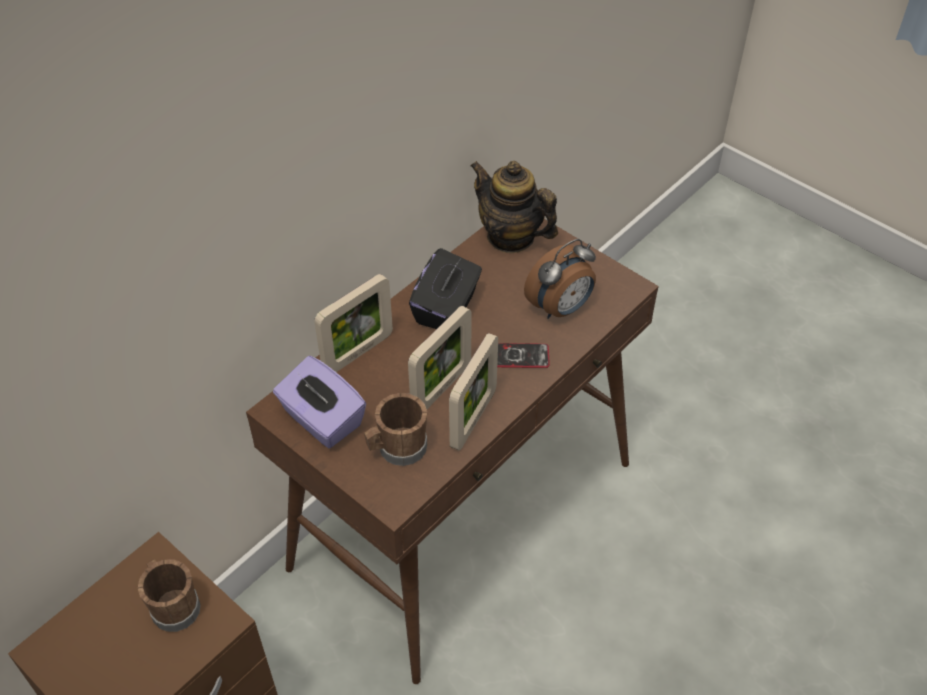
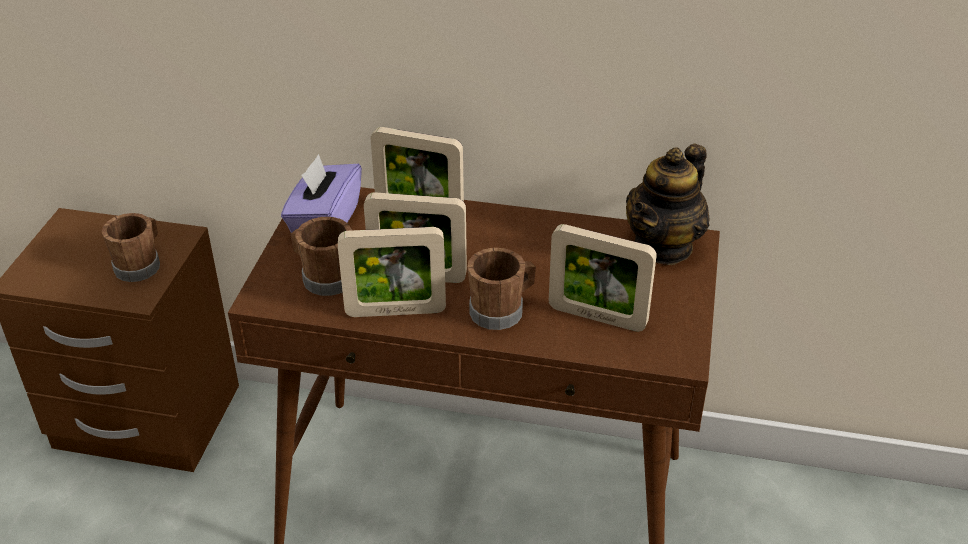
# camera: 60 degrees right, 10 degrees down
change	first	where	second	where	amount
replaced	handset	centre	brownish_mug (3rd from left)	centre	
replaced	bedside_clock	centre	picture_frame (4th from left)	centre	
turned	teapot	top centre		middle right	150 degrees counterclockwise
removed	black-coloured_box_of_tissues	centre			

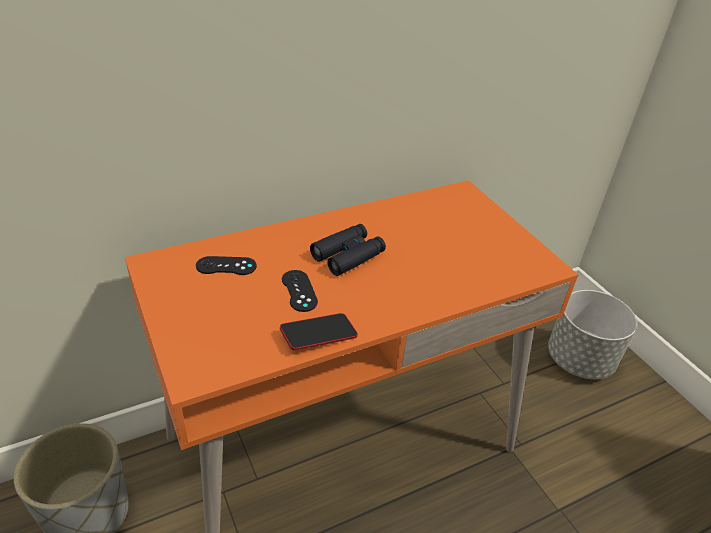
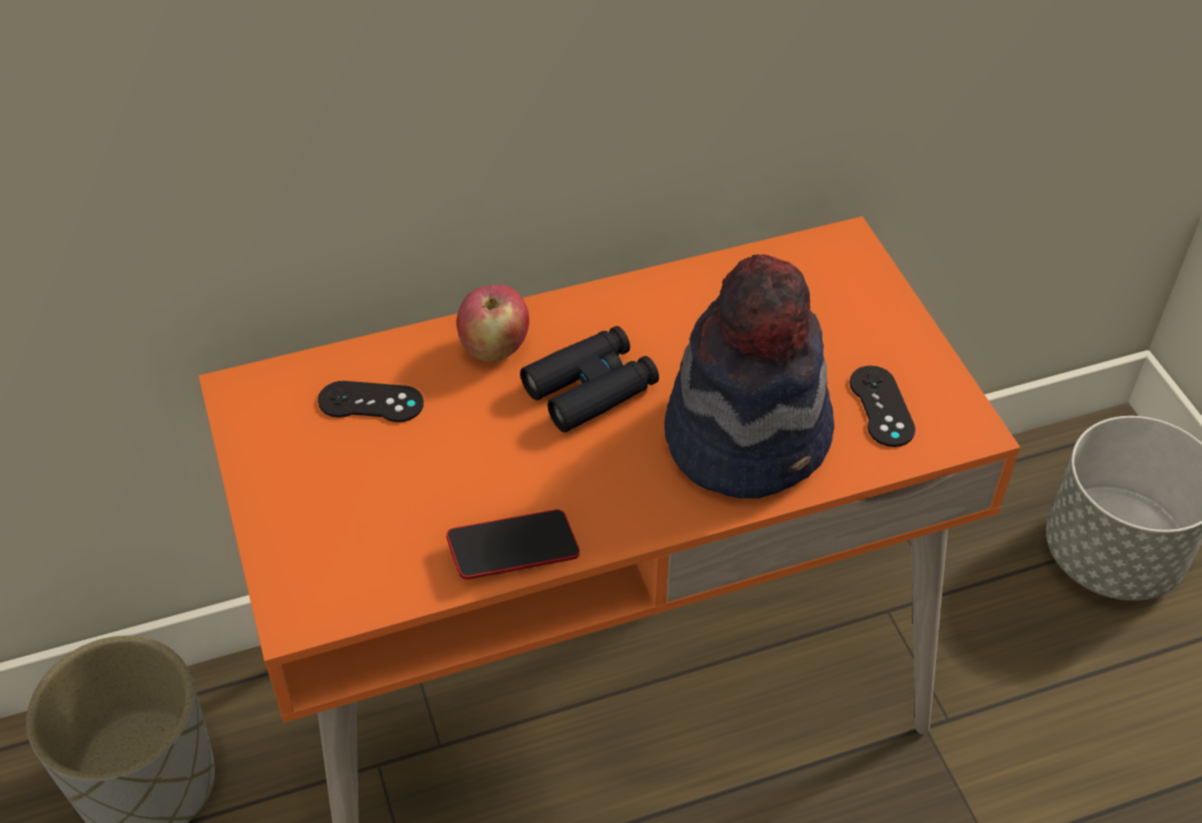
# camera: 10 degrees right, 10 degrees up
change	first	where	second	where	amount
added			apple_fruit	centre	
added			clothing_hat	centre	
moved	black-coloured_gamepad (2nd from left)	centre		middle right	

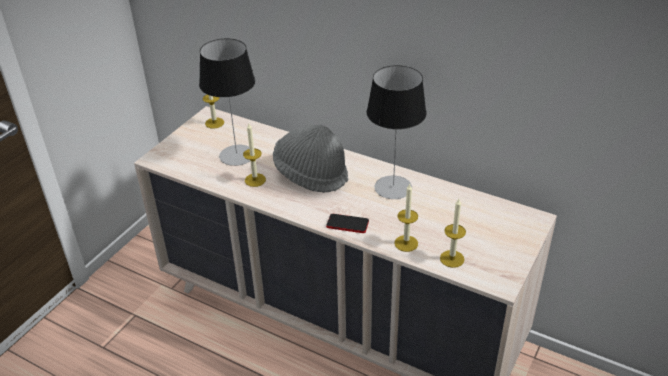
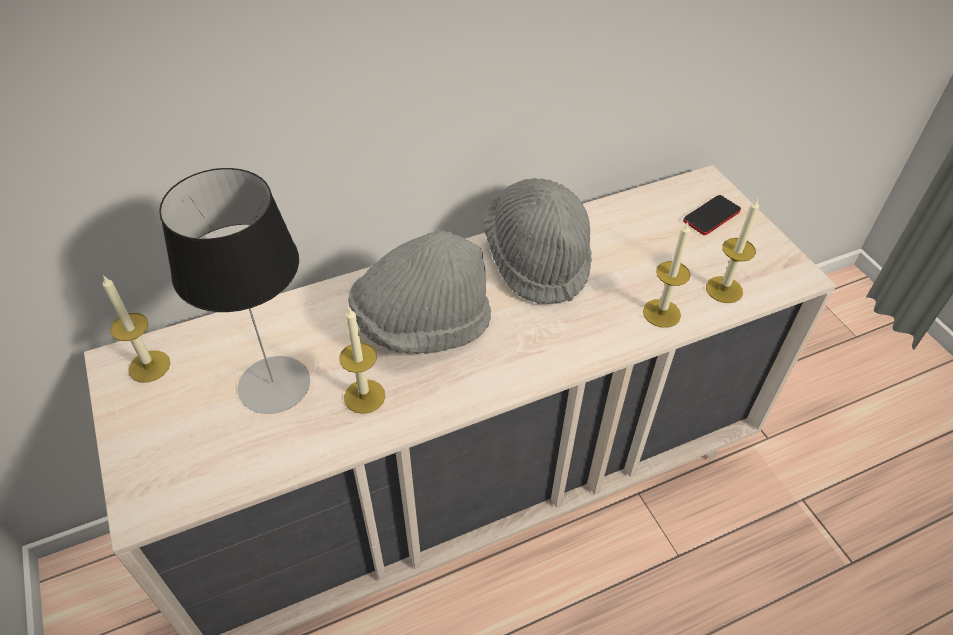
# camera: 55 degrees left, 10 degrees up
change	first	where	second	where	amount
replaced	tabletop_lamp (2nd from left)	centre	gray_clothing_hat (2nd from left)	centre	
moved	handset	centre		middle right	

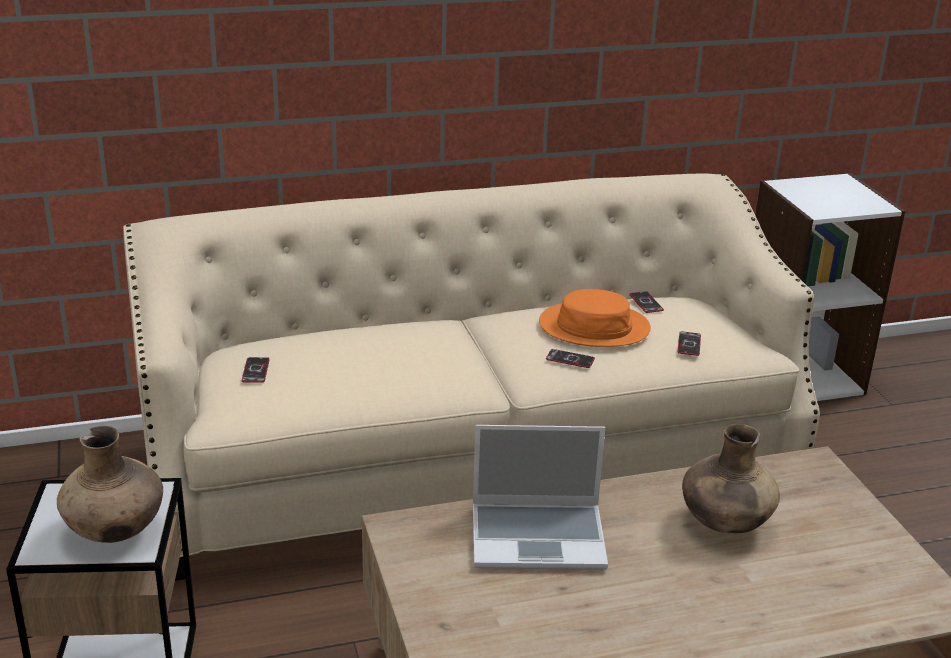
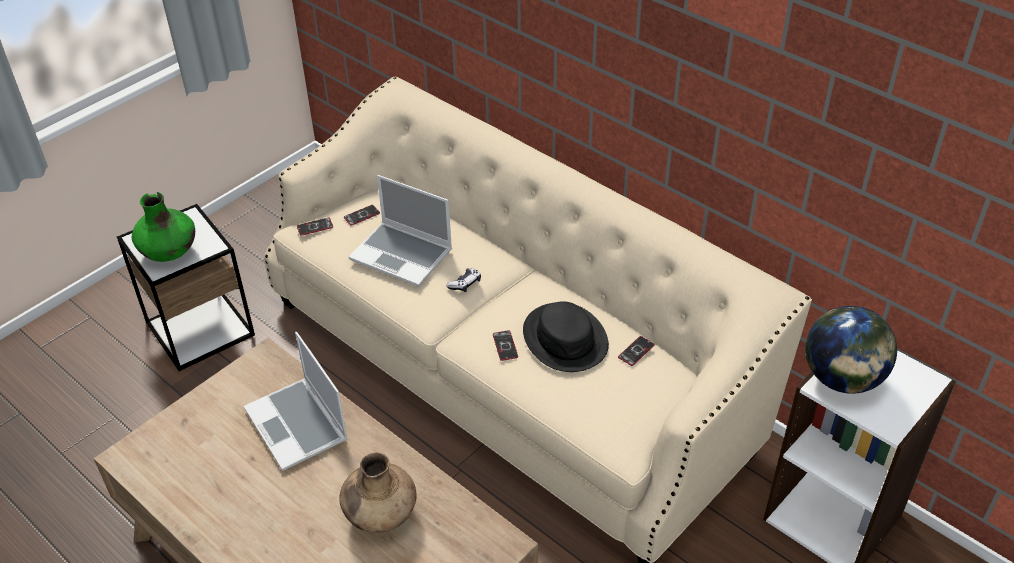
# camera: 60 degrees right, 15 degrees up
change	first	where	second	where	amount
recoloured	brownish_decorative_vase (1st from left)	bottom left	green_decorative_vase	middle left	
moved	handset (4th from left in the first image)	middle right	handset (1st from left)	middle left	
added			notebook_computer (2nd from left)	centre	
added			gamepad	centre	
recoloured	orangey_clothing_hat	centre	black-coloured_clothing_hat	centre	
added			desk_globe	middle right	

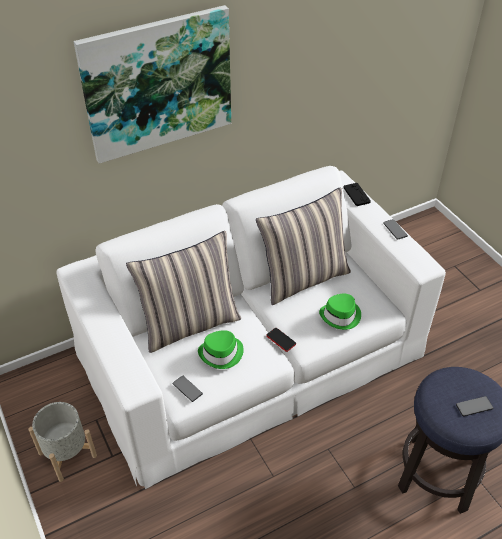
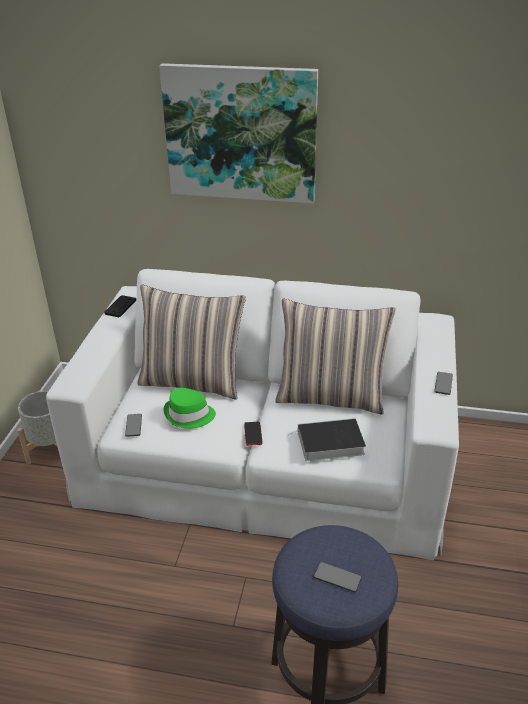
# camera: 40 degrees right, 10 degrees down
change	first	where	second	where	amount
moved	black-coloured_gamepad	middle right		middle left	
replaced	green_clothing_hat (2nd from left)	middle right	volume	centre	

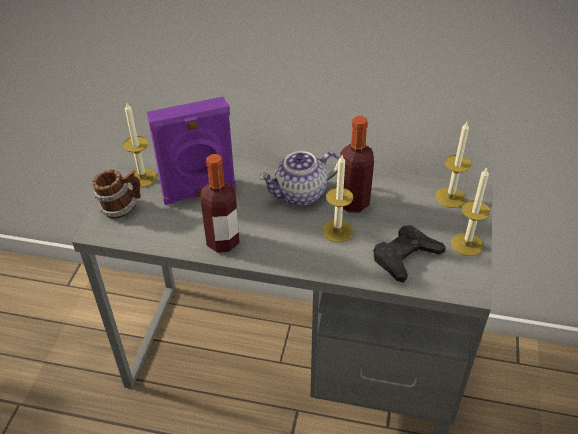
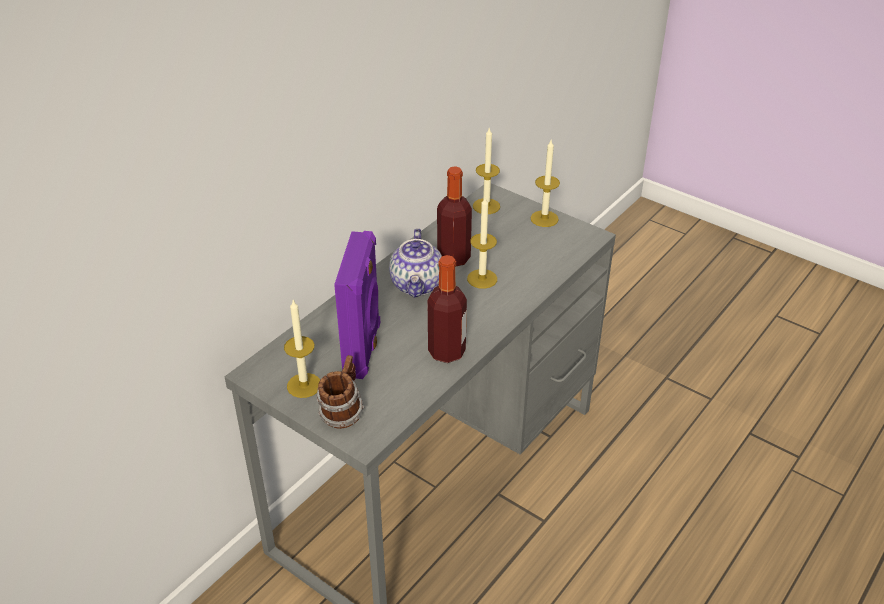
# camera: 65 degrees left, 5 degrees down
change	first	where	second	where	amount
removed	black-coloured_gamepad	middle right			

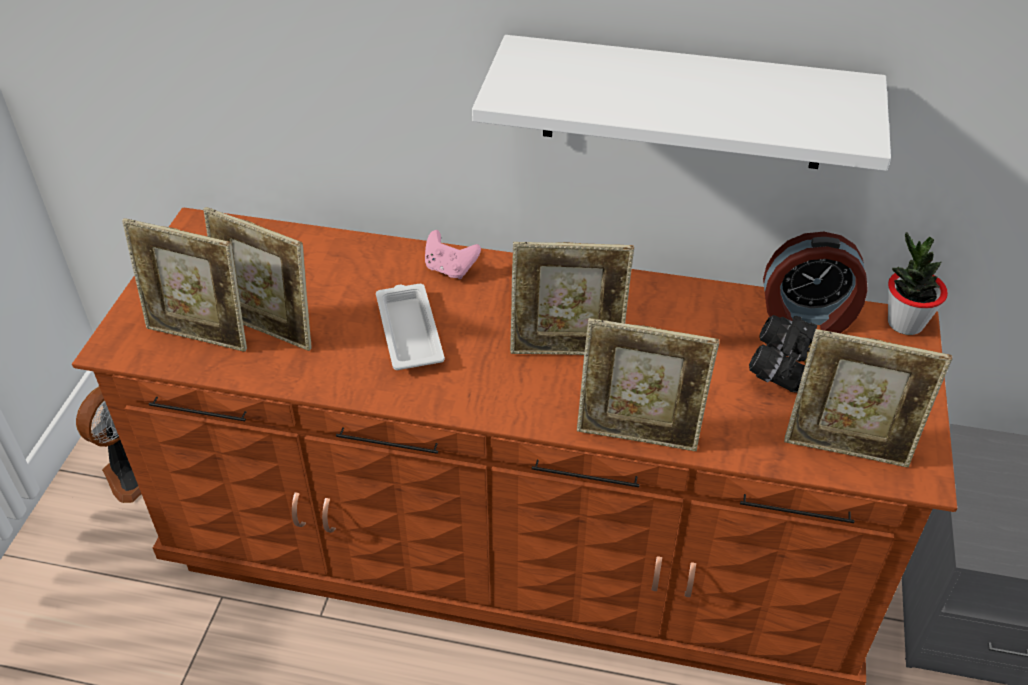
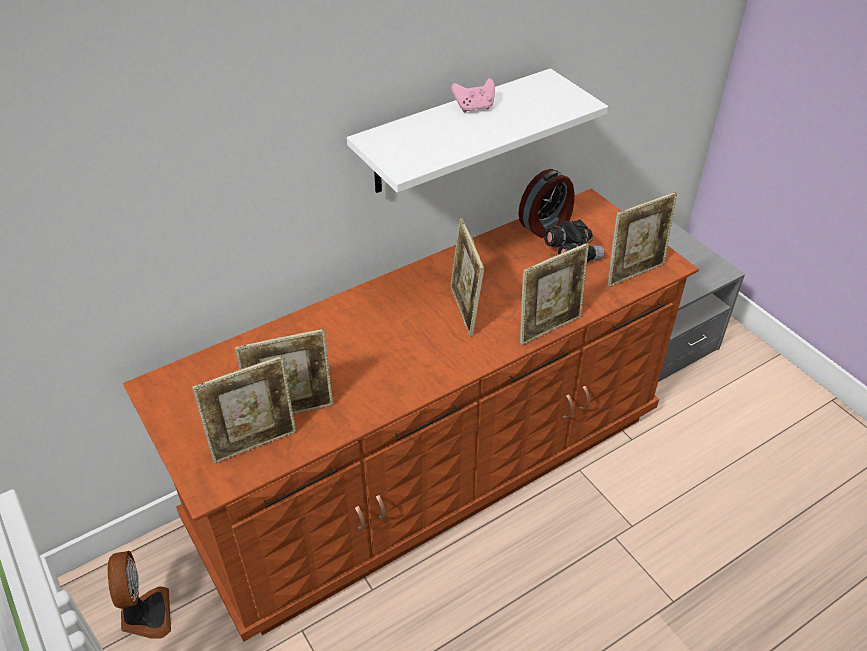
# camera: 45 degrees left, 0 degrees up
change	first	where	second	where	amount
turned	picture_frame (3rd from left)	centre		centre	120 degrees clockwise
moved	pink_gamepad	centre		top centre	
removed	white-coloured_serving_tray	centre			
removed	houseplant	middle right			

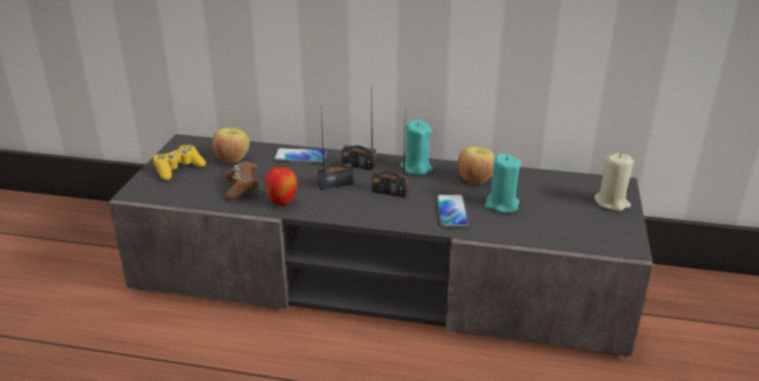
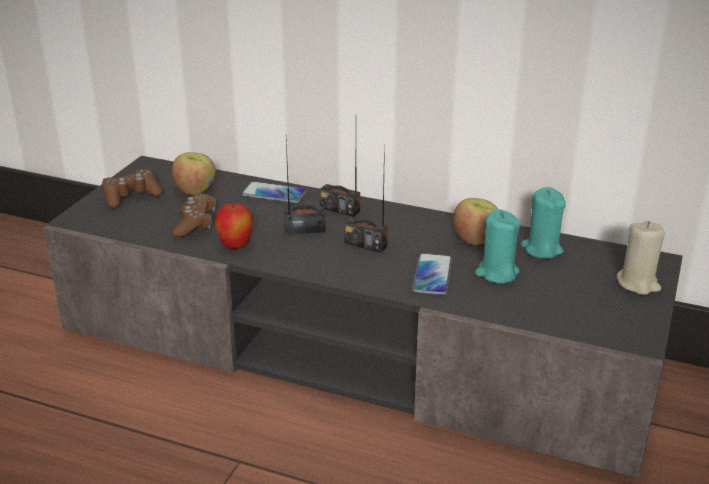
# camera: 10 degrees right, 0 degrees up
change	first	where	second	where	amount
recoloured	yellowish_gamepad	middle left	brownish_gamepad (1st from left)	middle left	
moved	blue-green_wax_candle (1st from left in the first image)	centre	blue-green_wax_candle (2nd from left)	middle right	

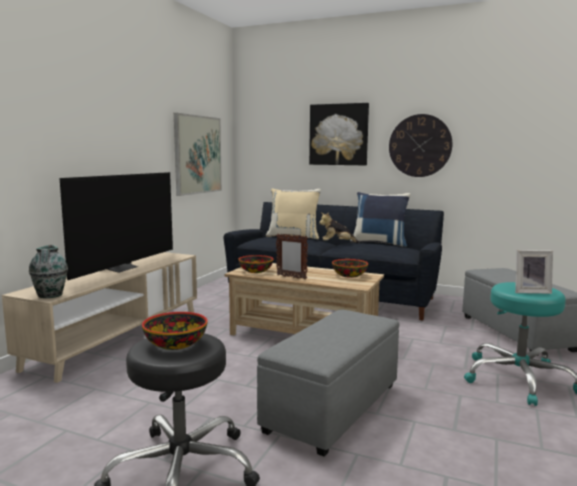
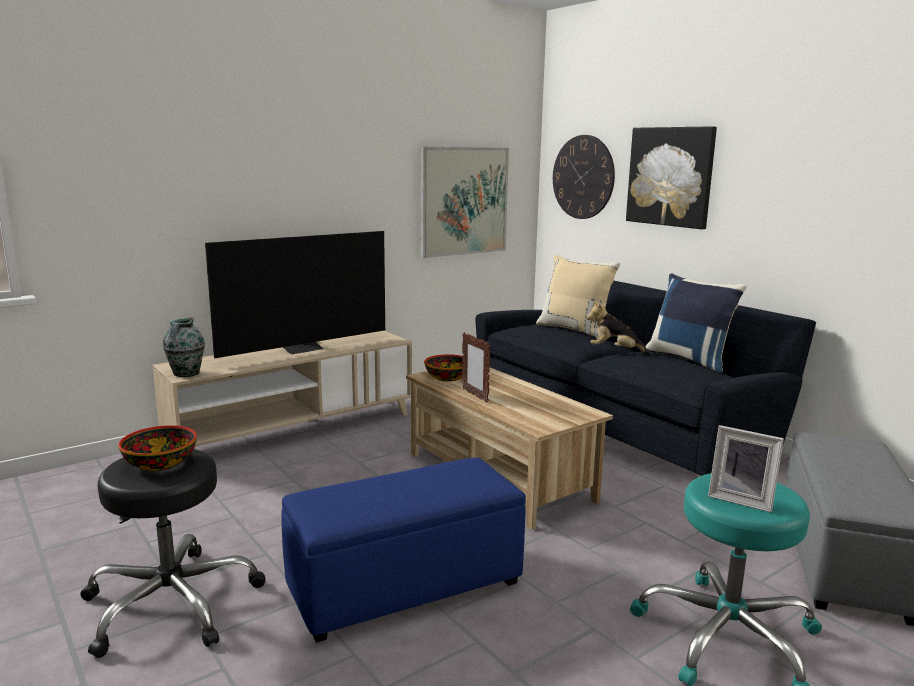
# camera: 30 degrees right, 5 degrees up
change	first	where	second	where	amount
recoloured	gray_pouffe (1st from left)	bottom centre	blue-coloured_pouffe	bottom centre	
moved	hanging_clock	top right		top centre	
removed	deep_dish (3rd from left)	centre			

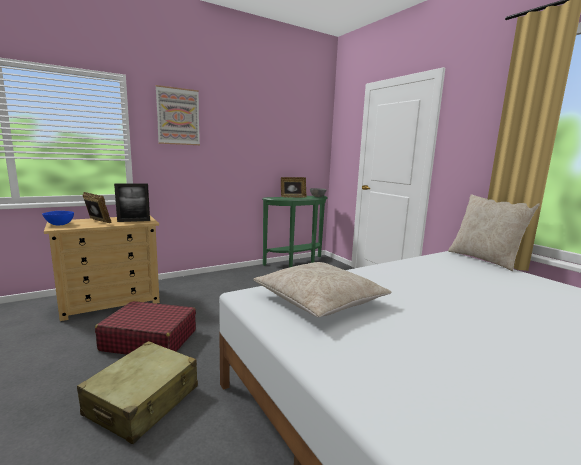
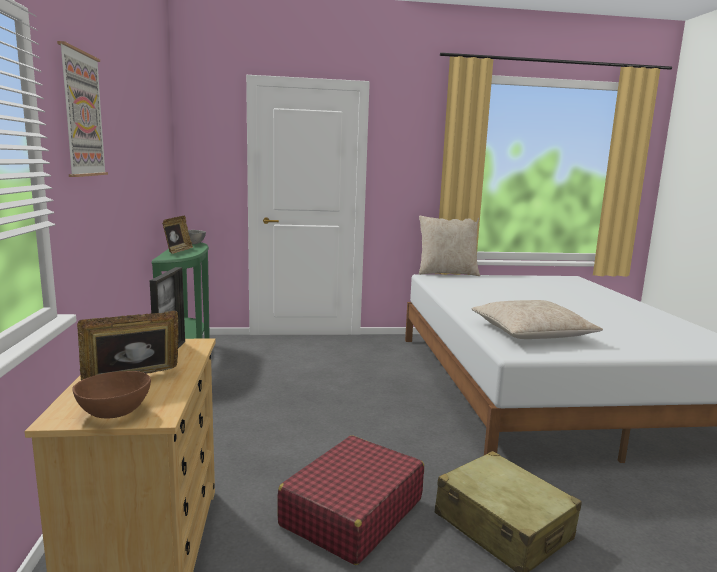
# camera: 65 degrees left, 0 degrees up
change	first	where	second	where	amount
recoloured	blue-coloured_deep_dish	middle left	brownish_deep_dish	bottom left	

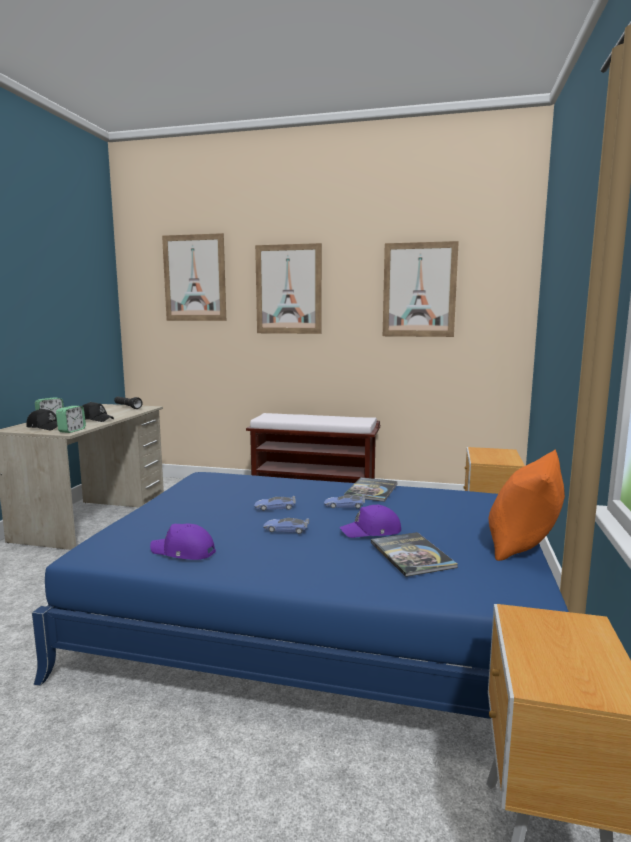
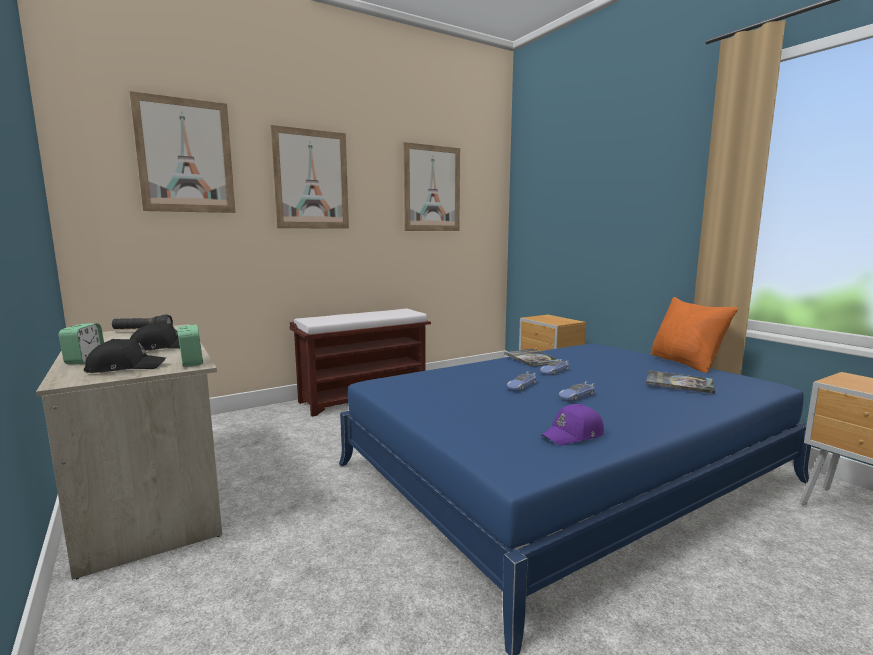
# camera: 45 degrees left, 0 degrees up
change	first	where	second	where	amount
removed	purple-coloured_baseball_cap (2nd from left)	centre			

